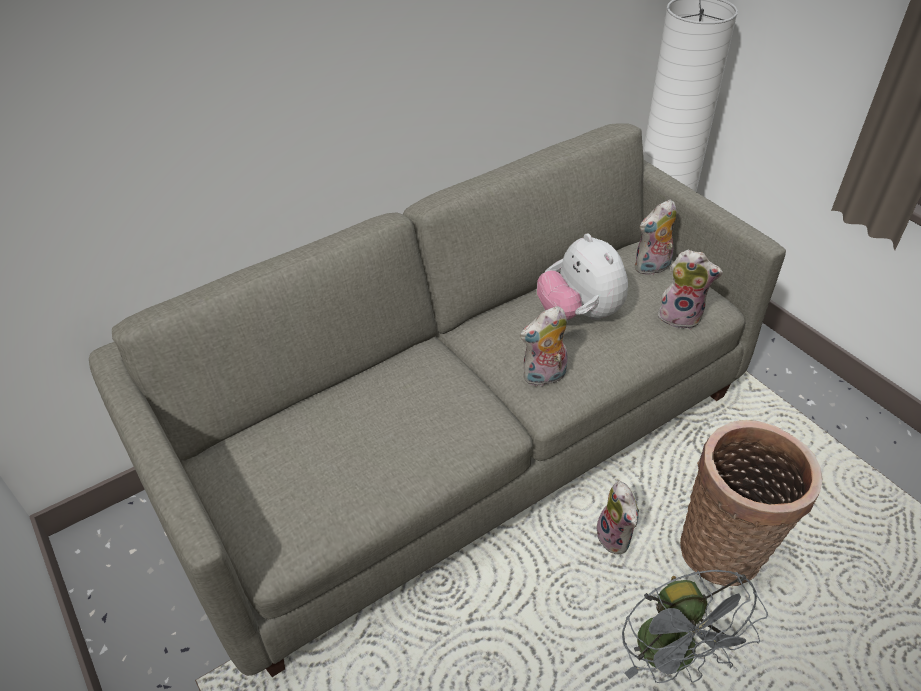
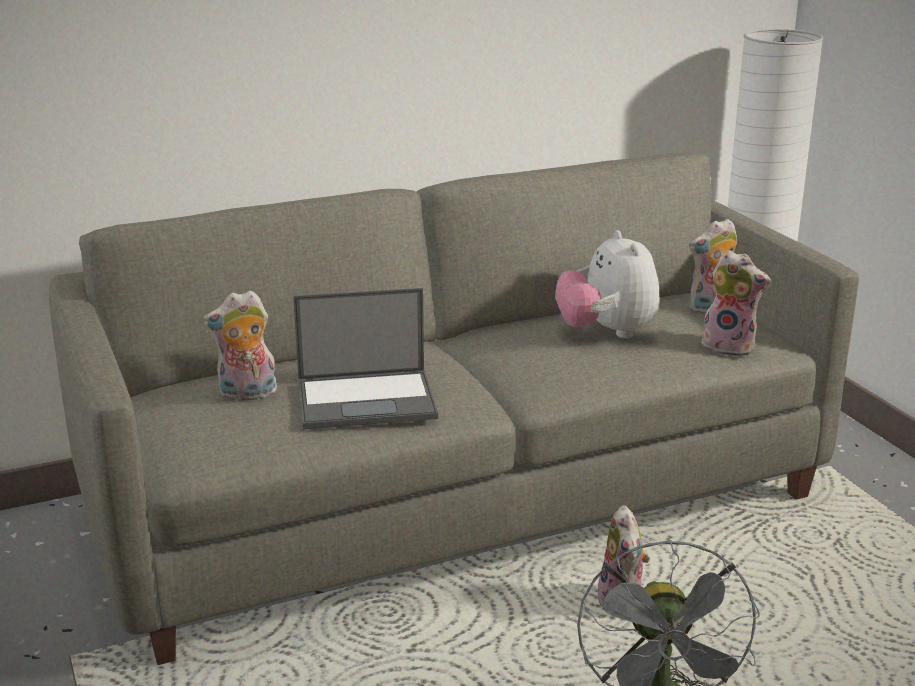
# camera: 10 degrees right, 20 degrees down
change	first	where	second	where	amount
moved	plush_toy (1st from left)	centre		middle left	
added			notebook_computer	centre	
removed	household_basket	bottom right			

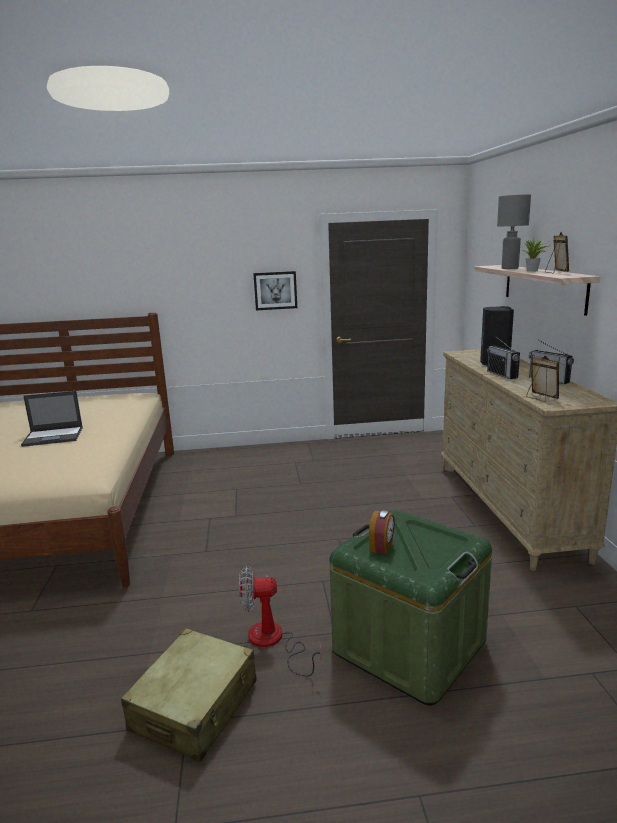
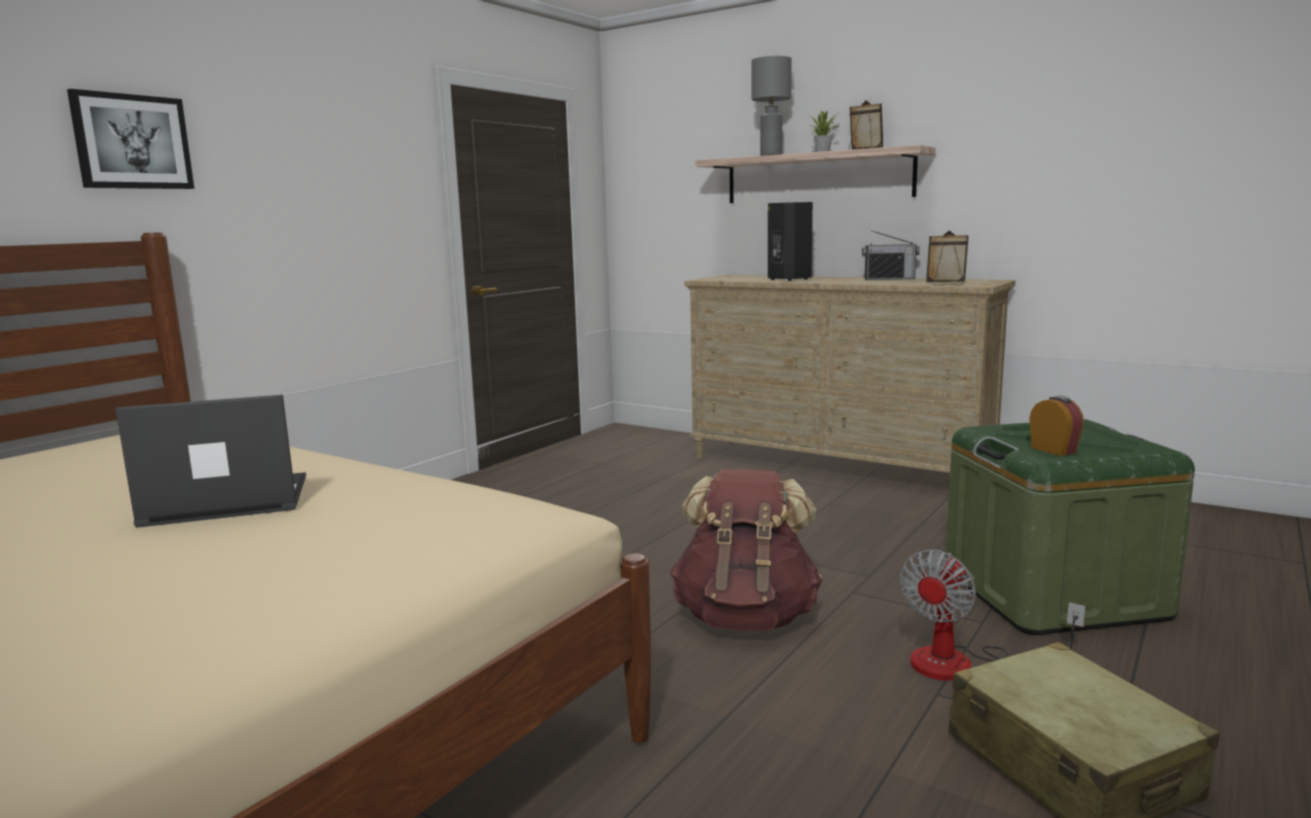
# camera: 50 degrees left, 5 degrees down
change	first	where	second	where	amount
moved	wall_picture	centre		top left	
turned	notebook_computer	middle left		middle left	135 degrees counterclockwise
added			brownish_backpack	bottom centre	
removed	radio_set (1st from left)	middle right			

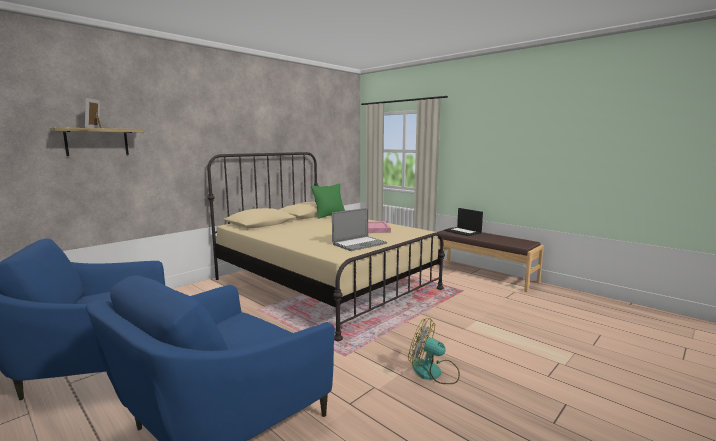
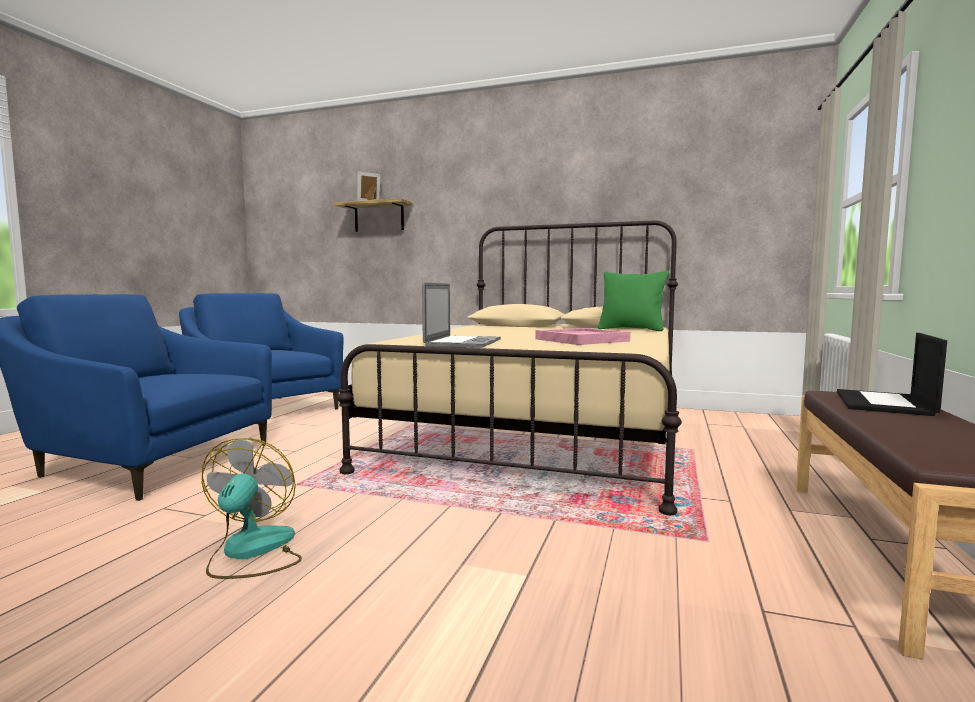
# camera: 65 degrees right, 5 degrees down
change	first	where	second	where	amount
turned	notebook_computer (1st from left)	centre		centre	105 degrees counterclockwise

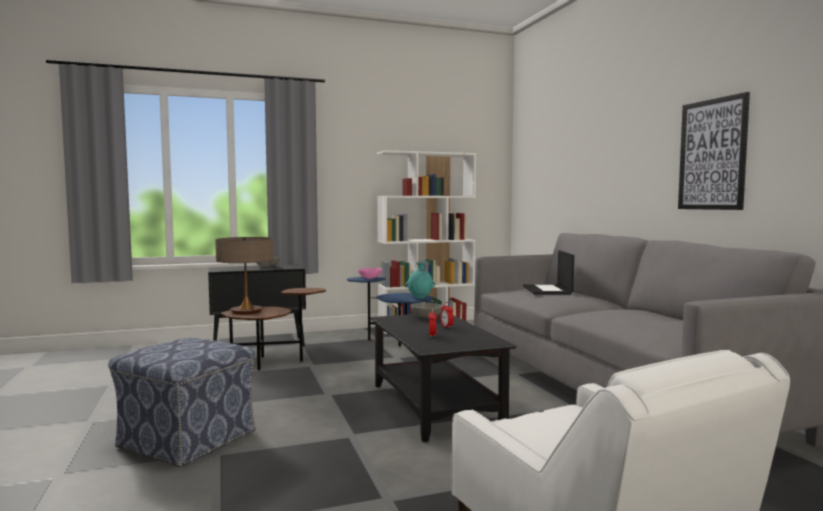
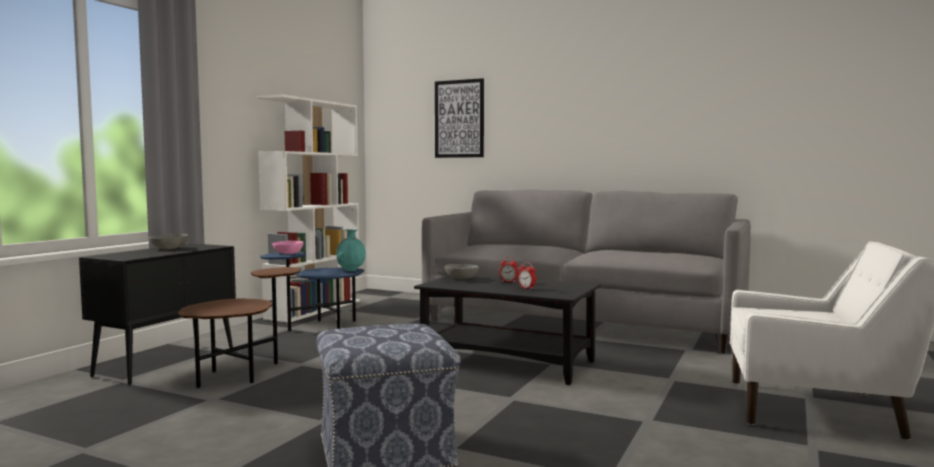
# camera: 45 degrees left, 0 degrees up
change	first	where	second	where	amount
moved	wall_picture	top right		top centre	
removed	tabletop_lamp	middle left			
removed	notebook_computer	centre			

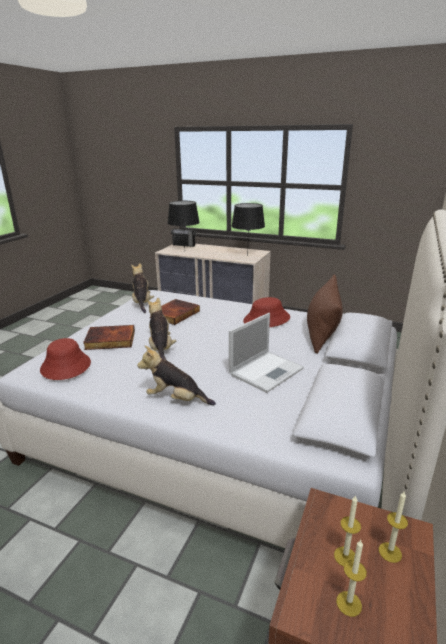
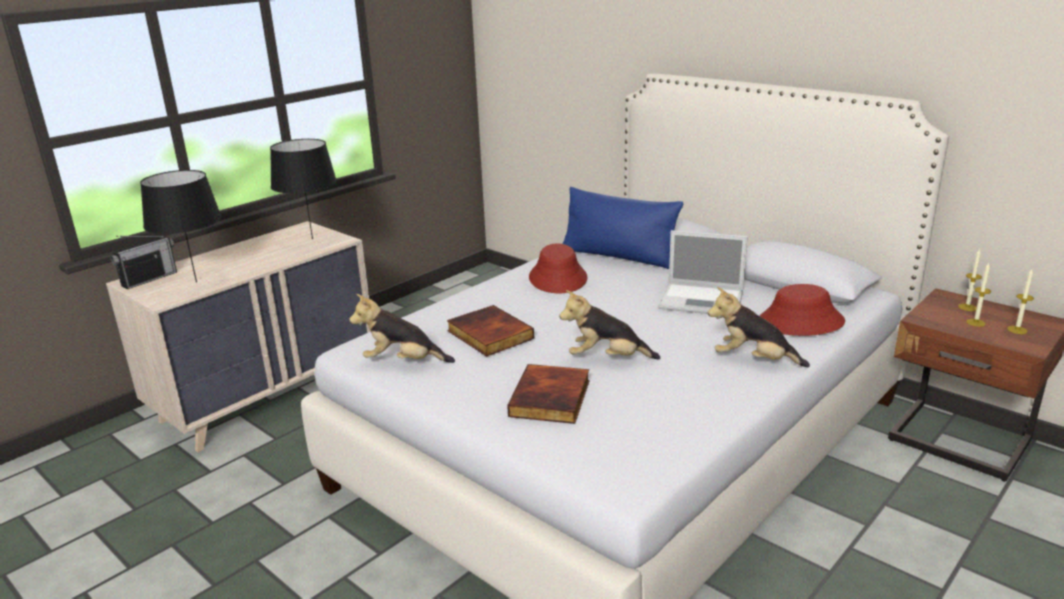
# camera: 70 degrees left, 0 degrees up
change	first	where	second	where	amount
recoloured	brownish_throw_pillow	middle right	blue-coloured_throw_pillow	centre	
turned	notebook_computer	centre		centre	135 degrees clockwise
turned	plush_toy (3rd from left)	centre		middle right	75 degrees clockwise
moved	red-coloured_clothing_hat (1st from left in the first image)	middle left	red-coloured_clothing_hat (2nd from left)	middle right	

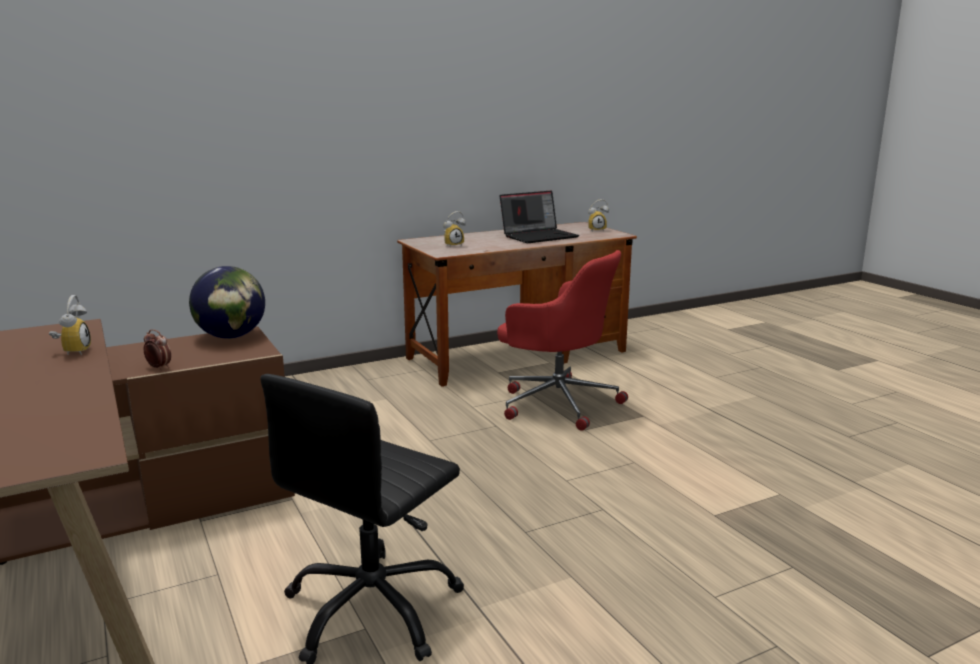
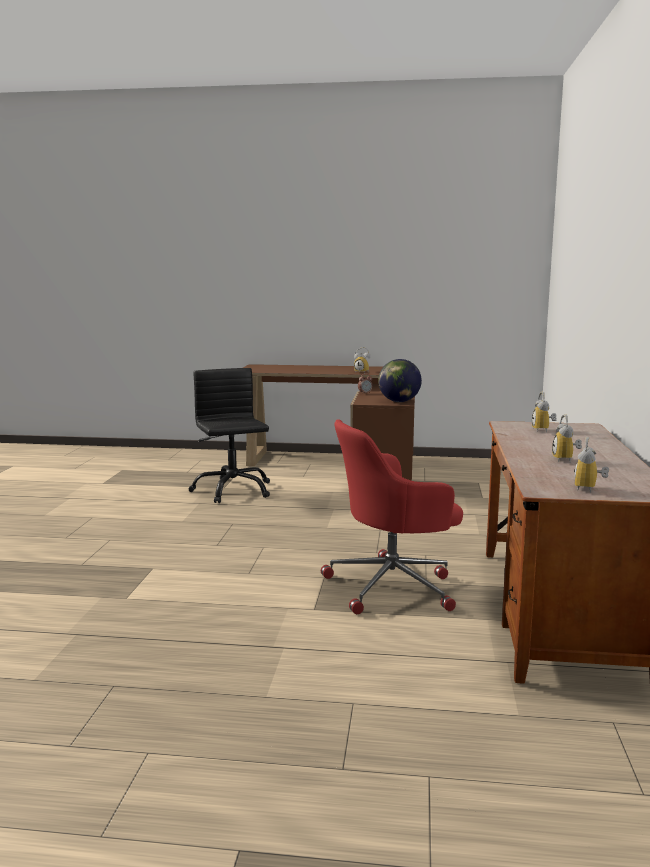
# camera: 125 degrees right, 5 degrees down
change	first	where	second	where	amount
replaced	notebook_computer	top centre	bedside_clock (4th from left)	middle right	

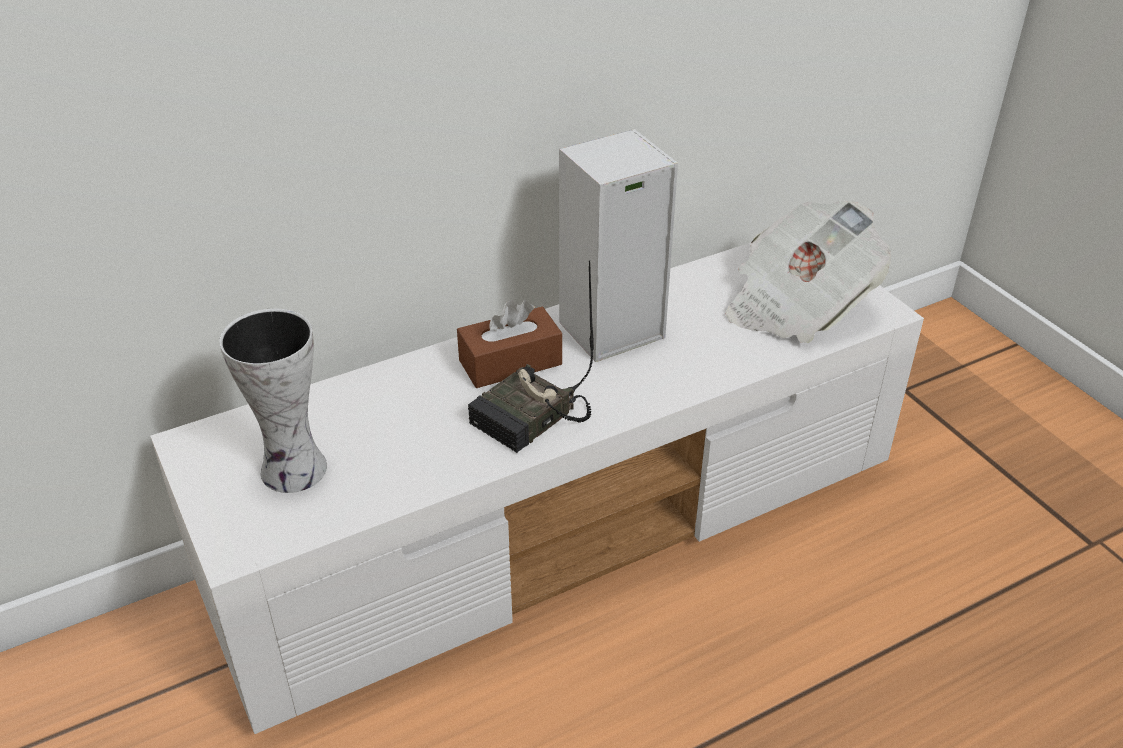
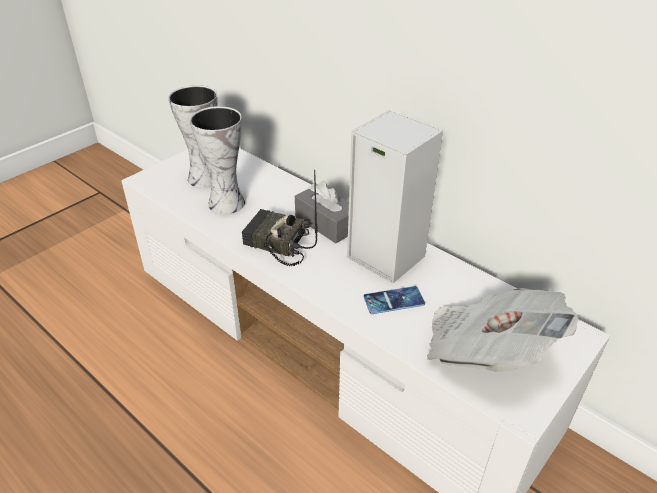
# camera: 70 degrees right, 0 degrees up
change	first	where	second	where	amount
added			decorative_vase (2nd from left)	top left	
recoloured	brownish_box_of_tissues	centre	gray_box_of_tissues	centre	
added			handset	centre	

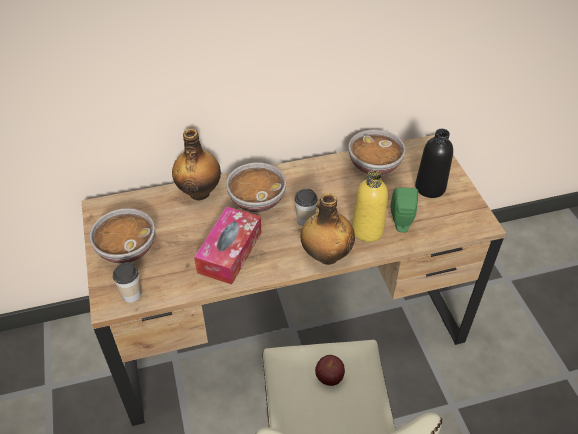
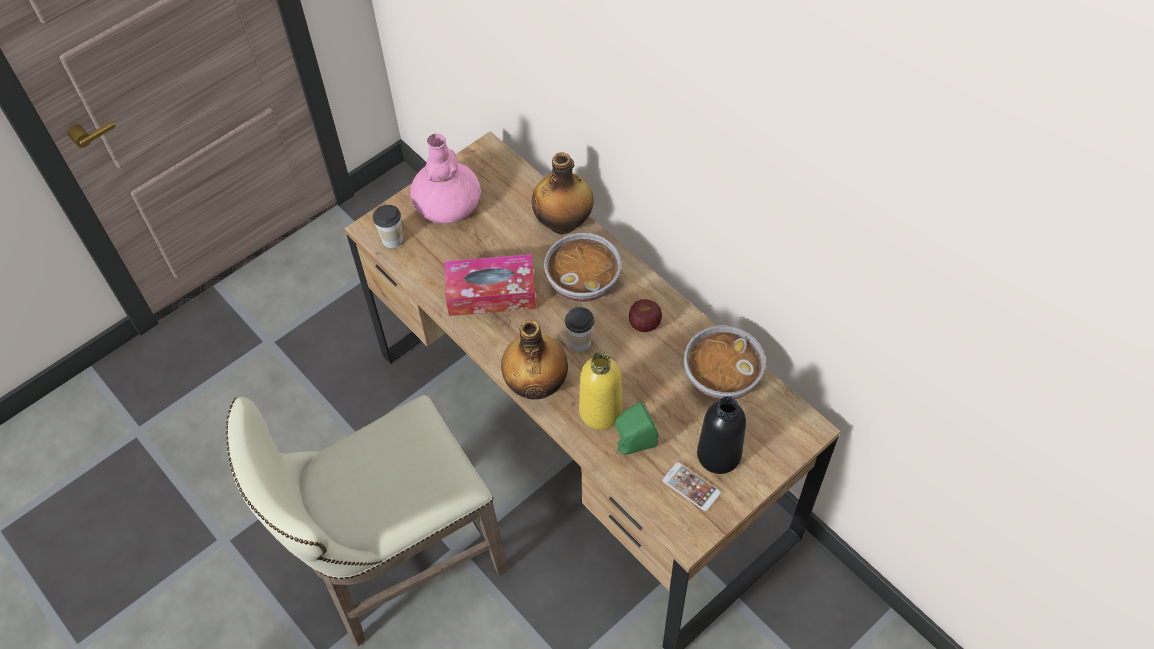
# camera: 65 degrees right, 10 degrees up
change	first	where	second	where	amount
replaced	deep_dish (1st from left)	middle left	pink_decorative_vase	top centre	
moved	apple_fruit	bottom centre		centre	
added			handset	bottom centre	

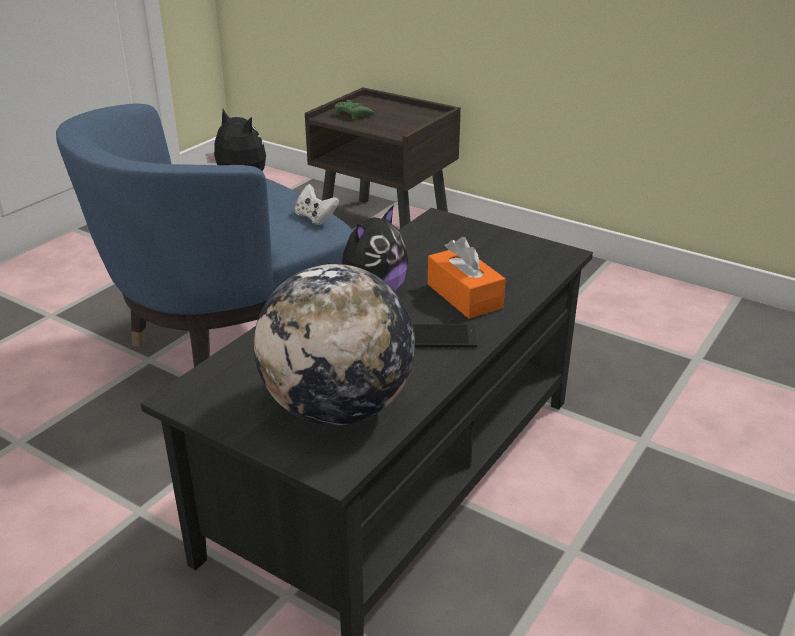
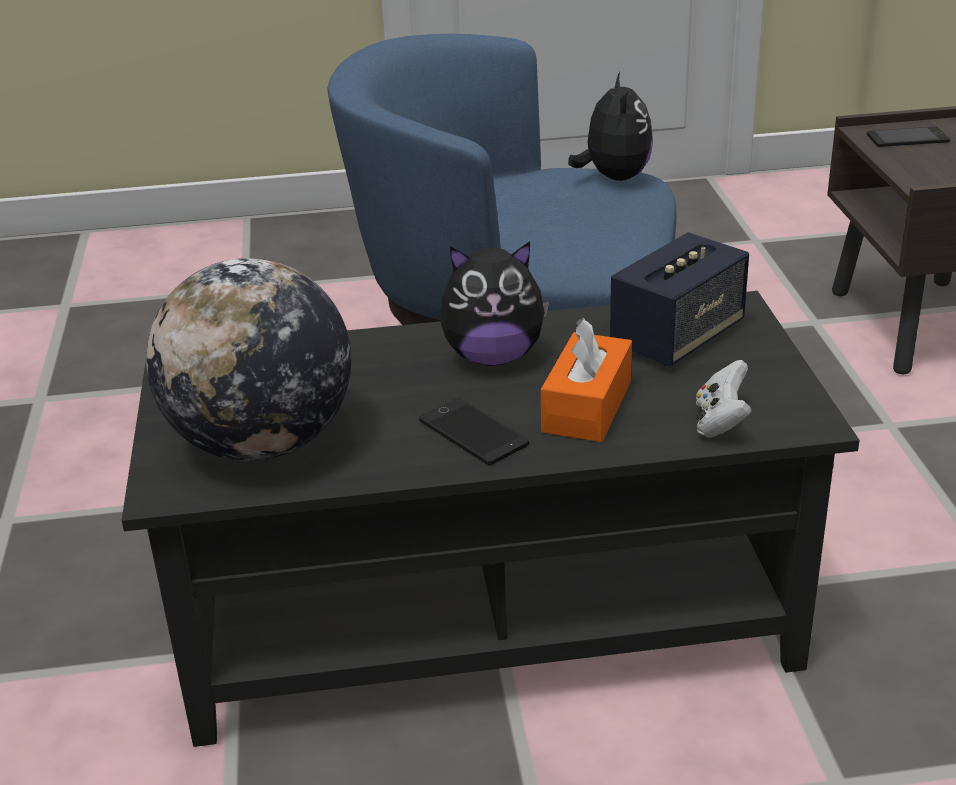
# camera: 50 degrees right, 0 degrees up
change	first	where	second	where	amount
added			audio_speaker	middle right	
moved	white-coloured_gamepad	top centre		middle right	
replaced	green_gamepad	top centre	handset (2nd from left)	top right	

